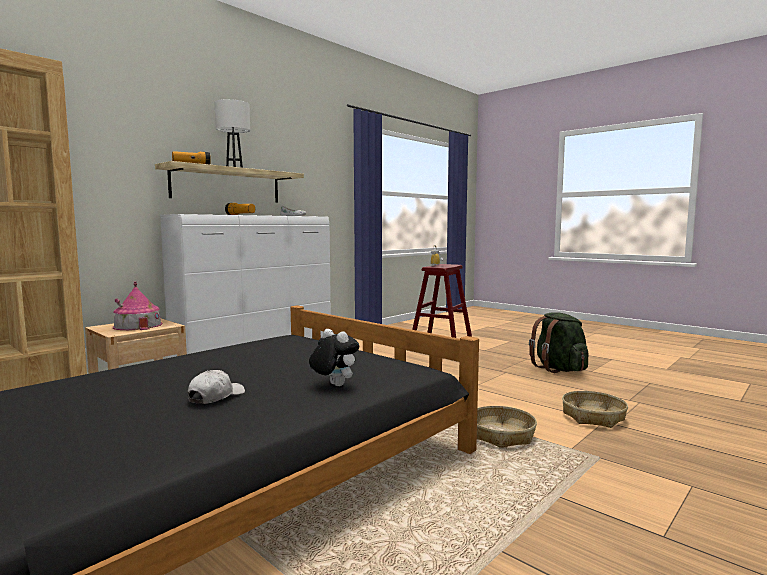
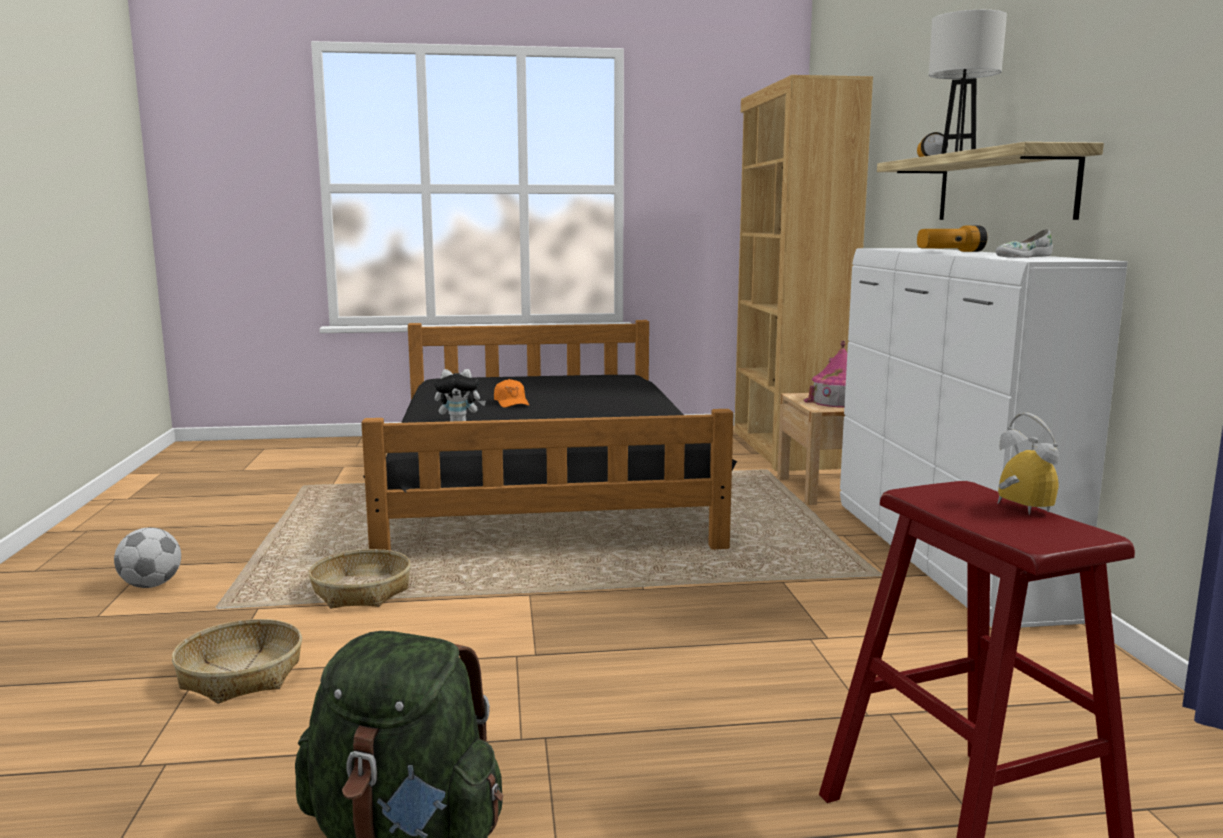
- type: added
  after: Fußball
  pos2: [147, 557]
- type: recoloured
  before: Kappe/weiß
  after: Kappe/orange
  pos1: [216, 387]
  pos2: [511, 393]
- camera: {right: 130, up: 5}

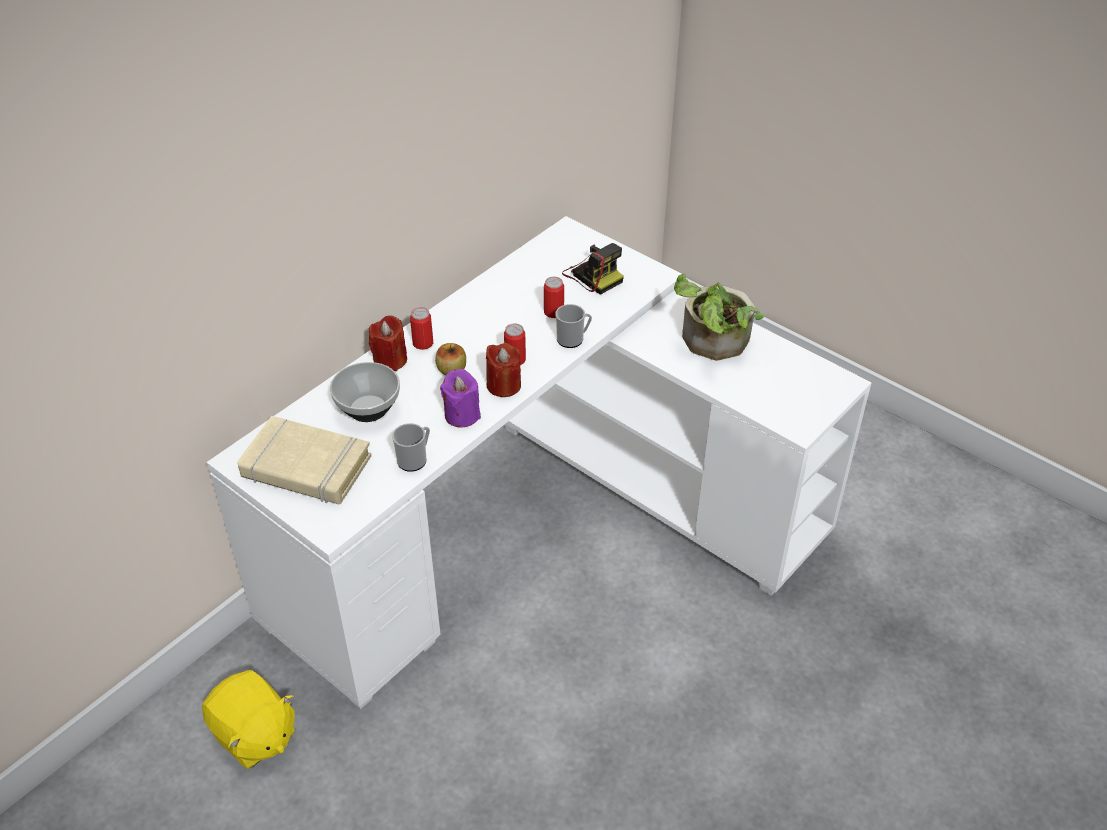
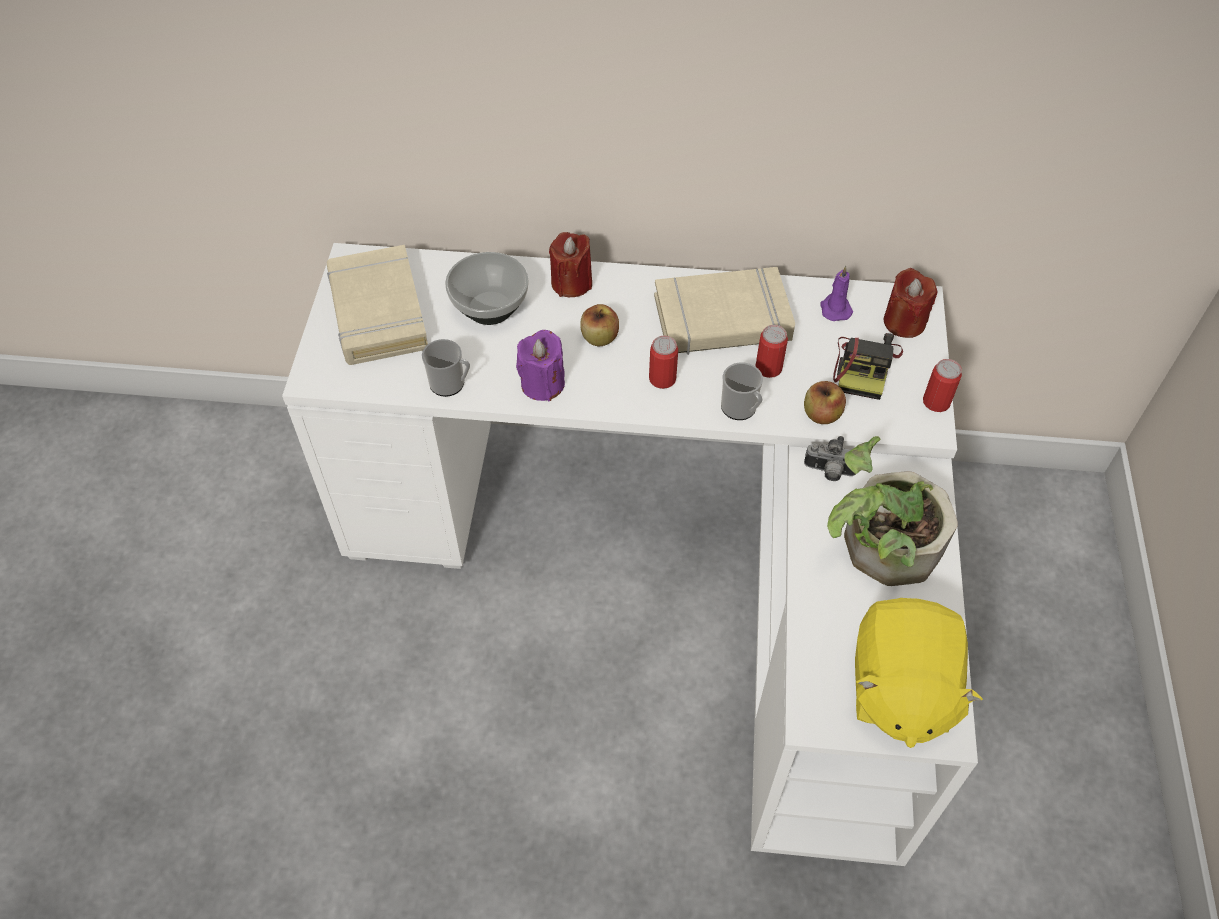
- type: added
  after: Buch/beige
  pos2: [724, 311]
- type: added
  after: Apfel
  pos2: [825, 402]
- type: added
  after: Kamera
  pos2: [829, 458]
- type: added
  after: Kerze/lila
  pos2: [836, 293]
- type: moved
  before: Plüschtier/gelb
  pos1: [248, 719]
  pos2: [919, 673]
- type: moved
  before: Dose
  pos1: [421, 328]
  pos2: [942, 385]
- type: moved
  before: Kerze/rot
  pos1: [503, 370]
  pos2: [910, 303]
- camera: {right: 55, up: 10}

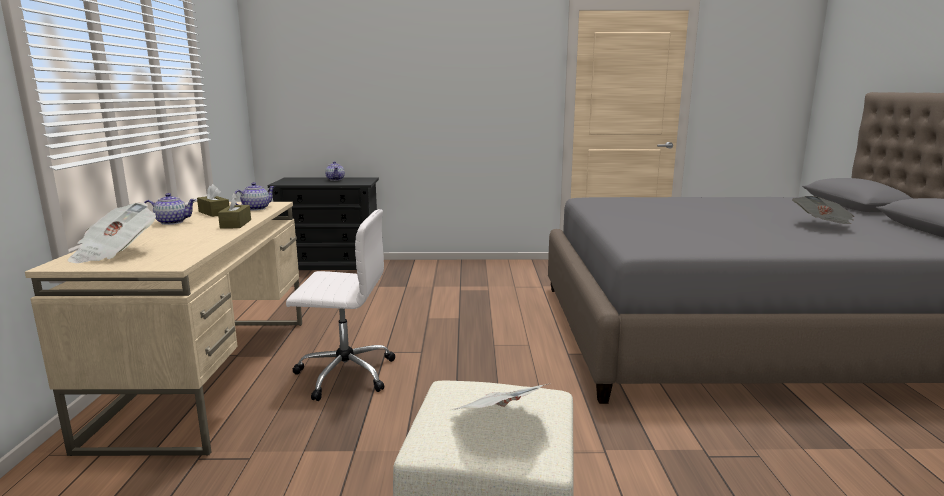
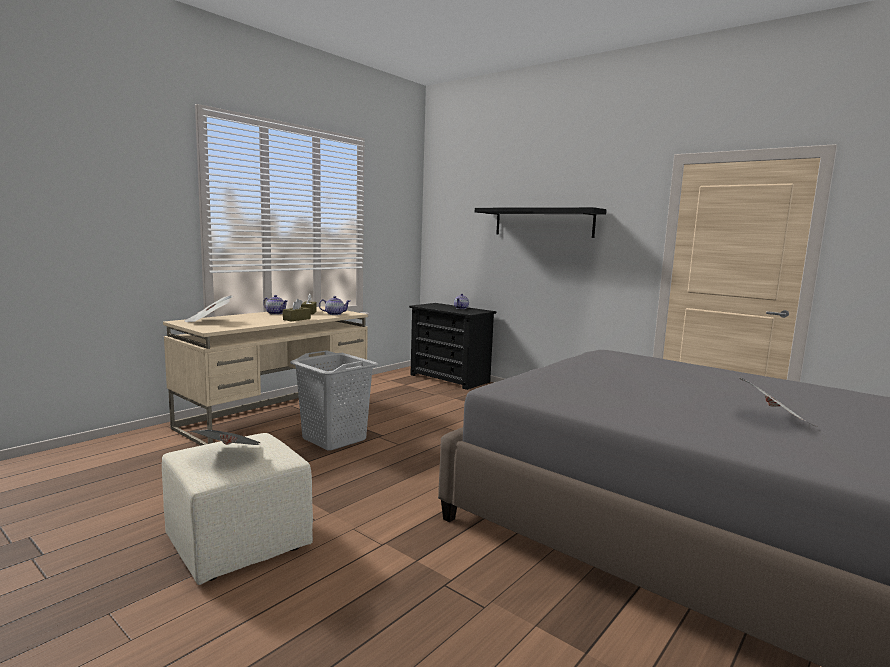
- type: added
  after: Wandregal/schwarz
  pos2: [541, 222]
- type: replaced
  before: Bürostuhl/weiß
  after: Wäschekorb/grau
  pos1: [340, 305]
  pos2: [334, 400]
- camera: {right: 40, up: -5}

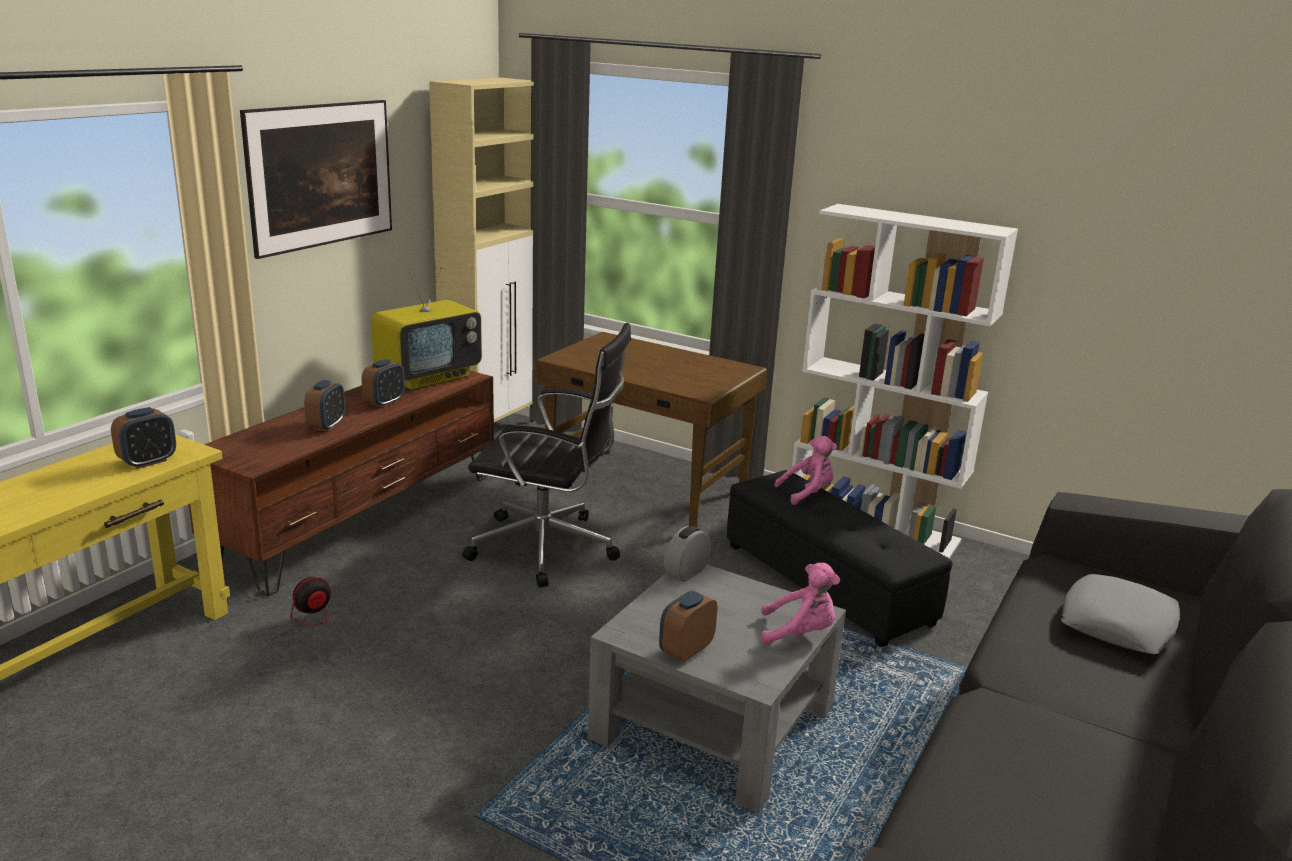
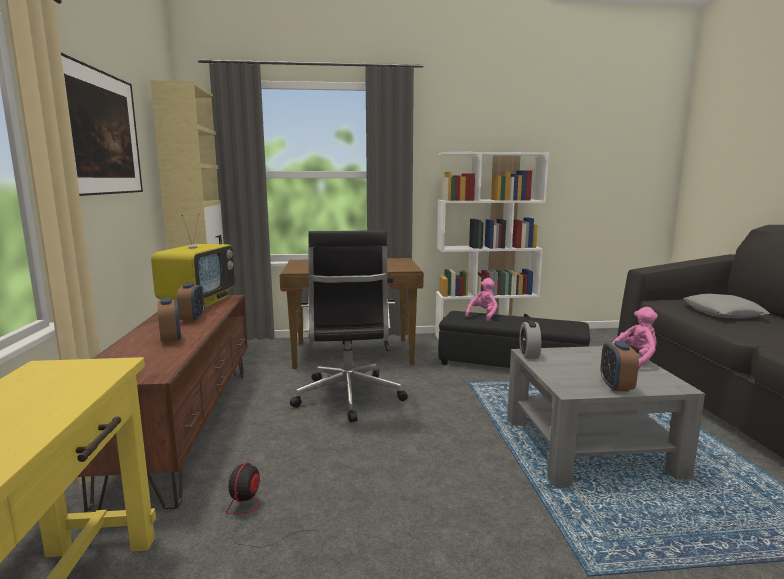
- type: removed
  before: Wecker
  pos1: [143, 438]
- type: turned
  before: Bürostuhl/schwarz
  pos1: [546, 455]
  pos2: [349, 326]
  turn: 105
- camera: {right: -35, up: -10}

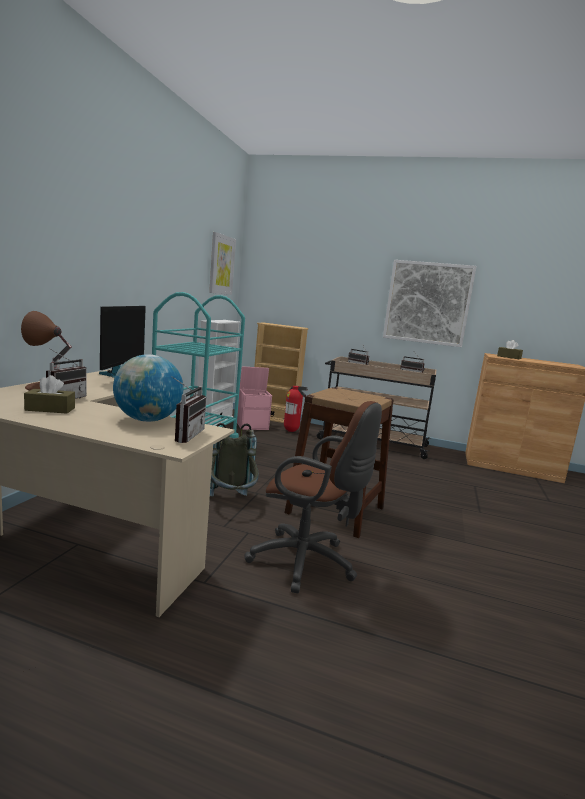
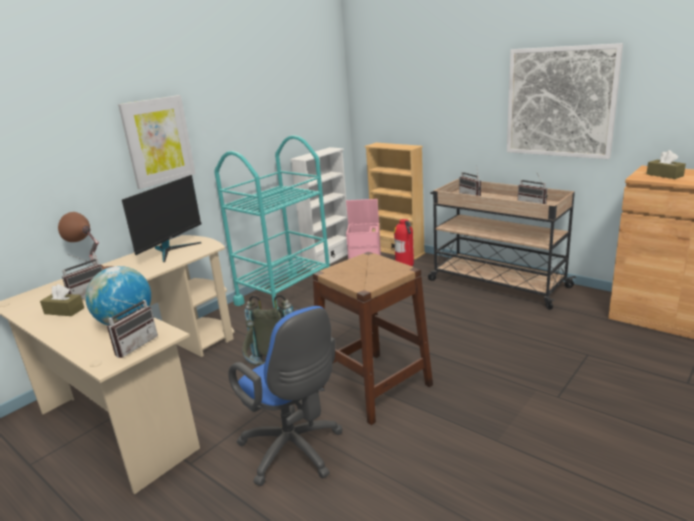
- type: moved
  before: Bild
  pos1: [222, 263]
  pos2: [157, 142]
- type: recoloured
  before: Bürostuhl/braun
  after: Bürostuhl/blau
  pos1: [313, 497]
  pos2: [285, 396]
- camera: {right: 25, up: 10}

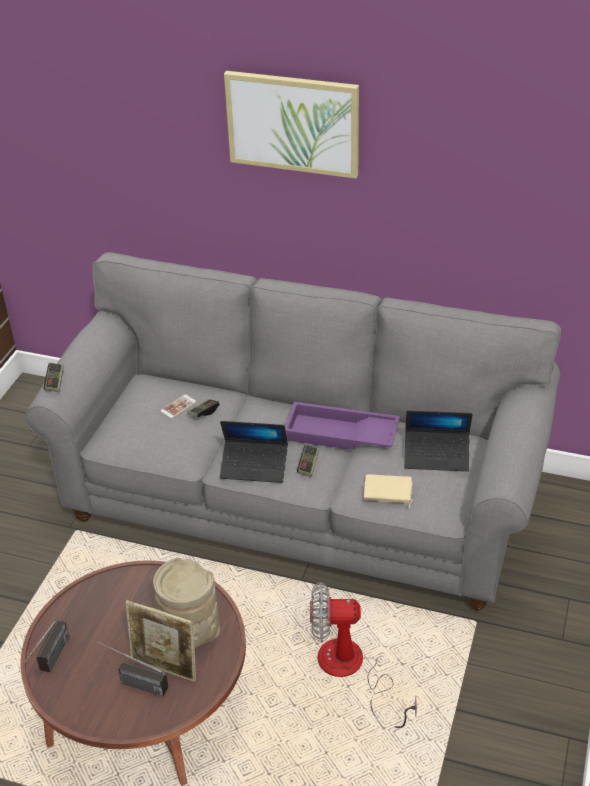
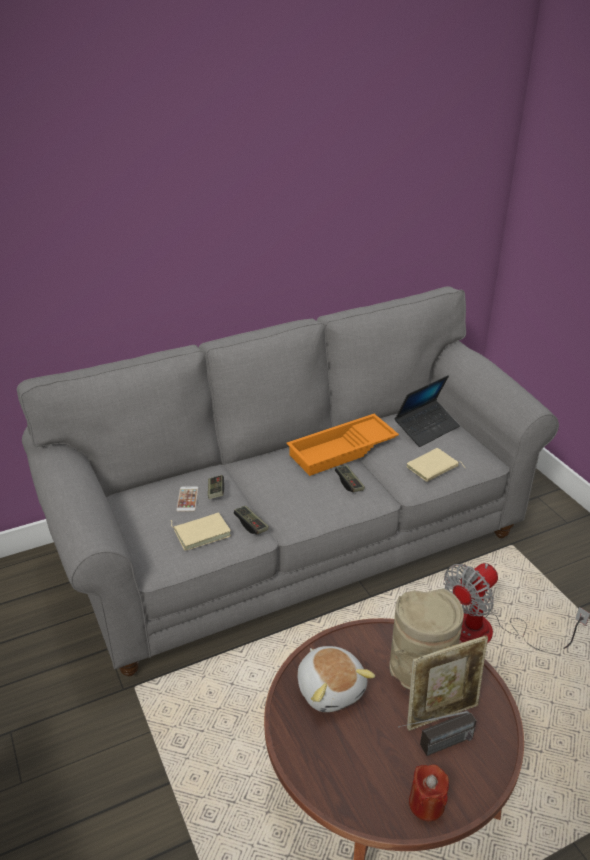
- type: removed
  before: Radio
  pos1: [46, 646]
- type: removed
  before: Laptop
  pos1: [254, 452]
- type: removed
  before: Bild
  pos1: [291, 125]
- type: added
  after: Buch/beige
  pos2: [201, 531]
- type: added
  after: Plüschtier
  pos2: [336, 679]
- type: added
  after: Kerze/rot
  pos2: [429, 792]
- type: moved
  before: Gamepad
  pos1: [54, 377]
  pos2: [251, 520]
- type: recoloured
  before: Tablett/lila
  after: Tablett/orange
  pos1: [342, 426]
  pos2: [342, 445]
- camera: {right: -45, up: -5}

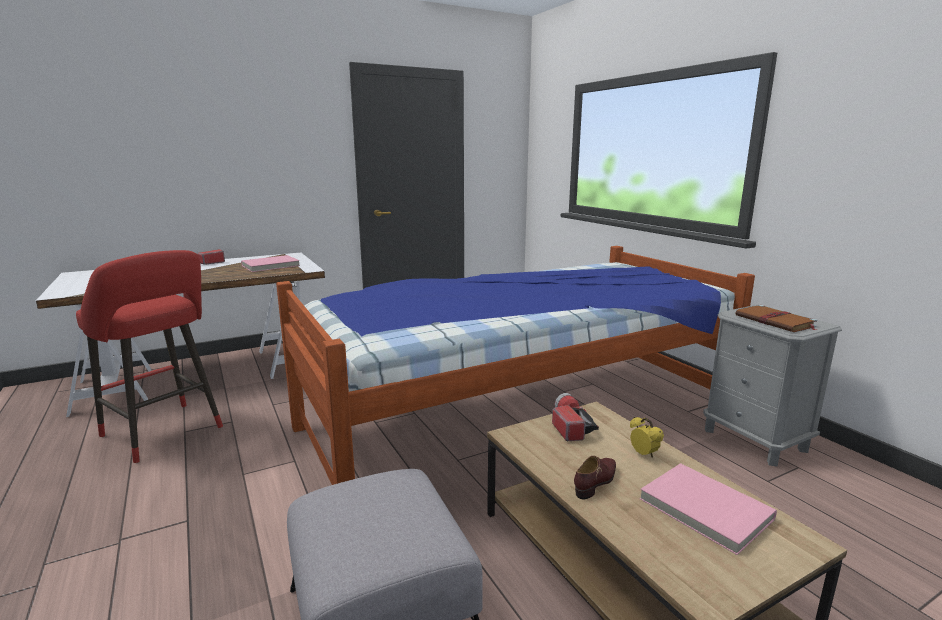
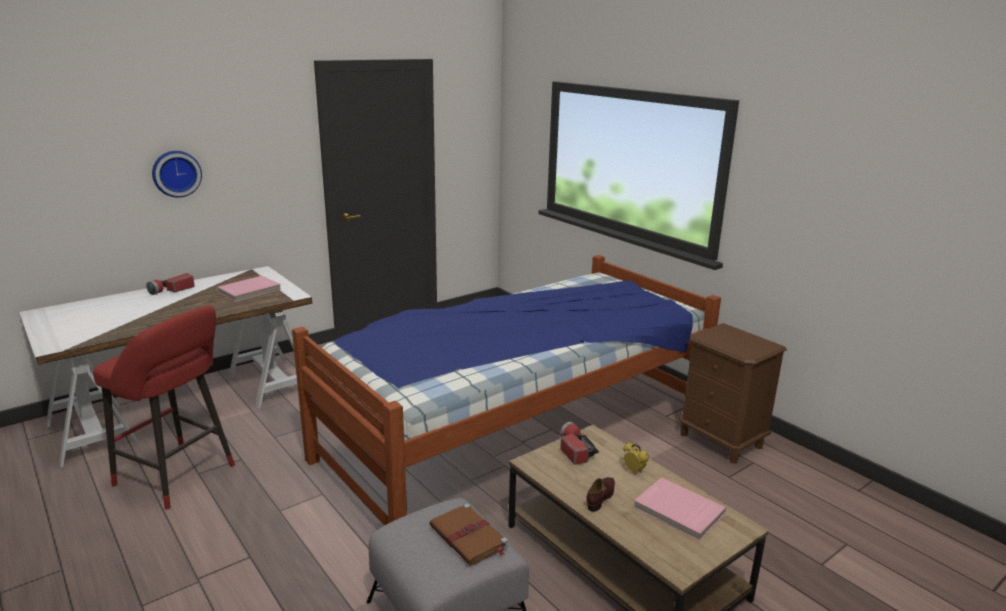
- type: added
  after: Wanduhr
  pos2: [177, 174]
- type: moved
  before: Buch/braun
  pos1: [776, 318]
  pos2: [468, 534]
- type: recoloured
  before: Nachttisch/grau
  after: Nachttisch/braun
  pos1: [772, 385]
  pos2: [733, 393]
- camera: {right: -10, up: 5}

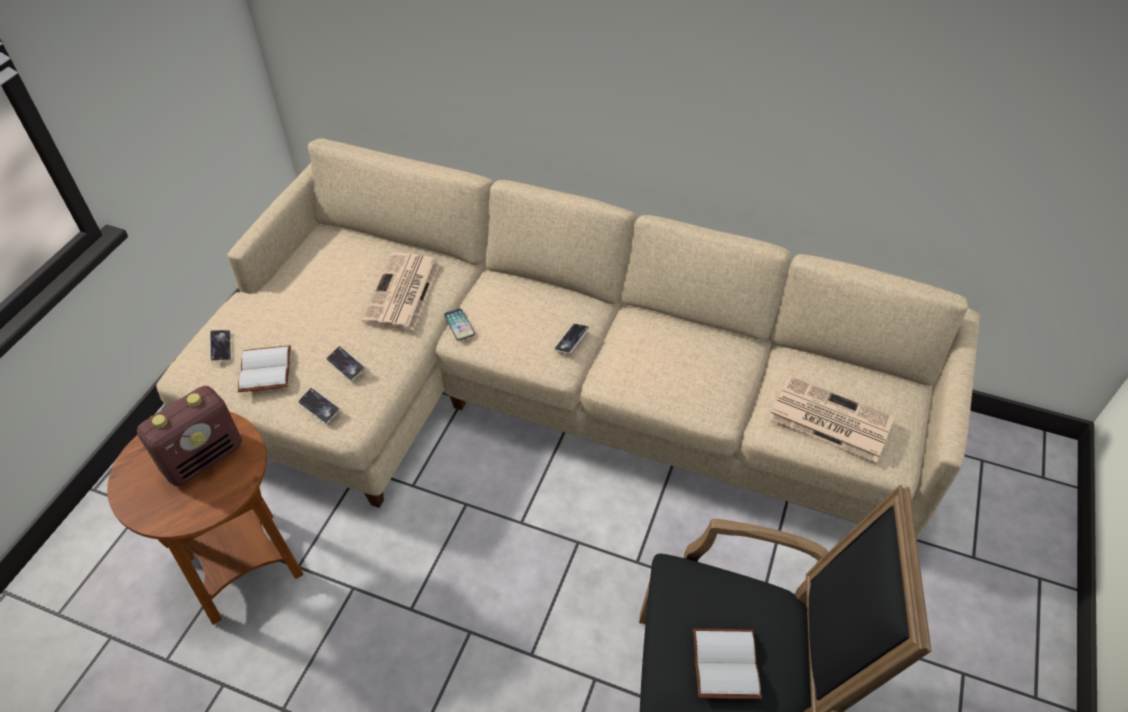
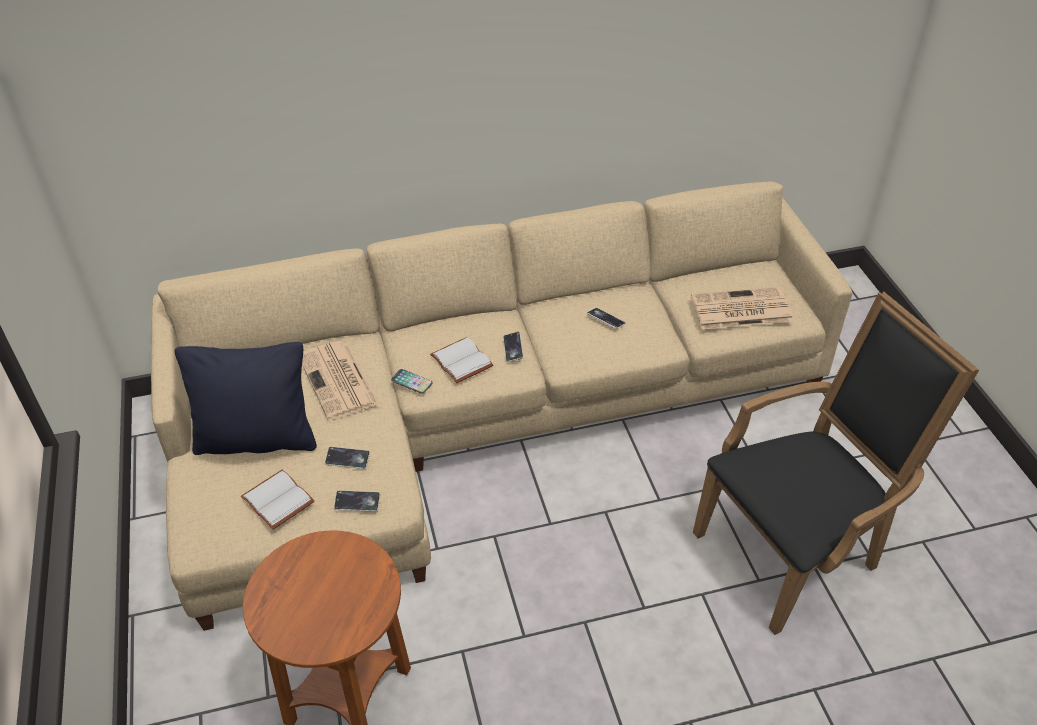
- type: removed
  before: Radio
  pos1: [189, 436]
- type: added
  after: Kissen/schwarz
  pos2: [246, 398]
- type: moved
  before: Handy
  pos1: [220, 345]
  pos2: [606, 318]
- type: moved
  before: Buch/weiß
  pos1: [727, 664]
  pos2: [461, 360]
- camera: {right: -35, up: -5}

